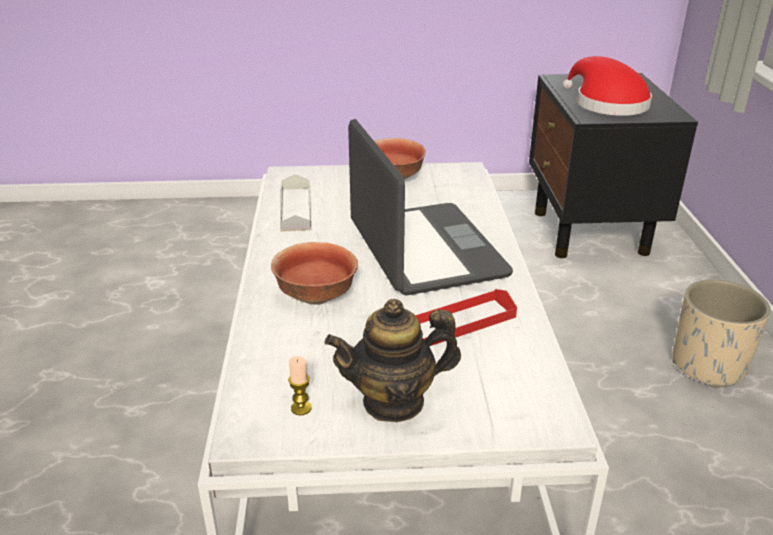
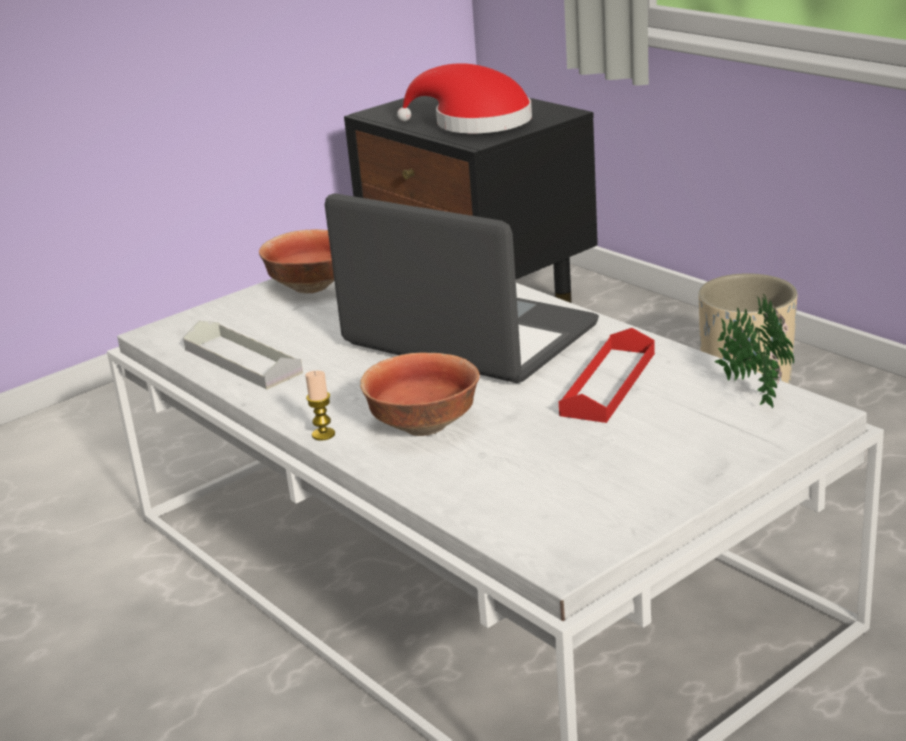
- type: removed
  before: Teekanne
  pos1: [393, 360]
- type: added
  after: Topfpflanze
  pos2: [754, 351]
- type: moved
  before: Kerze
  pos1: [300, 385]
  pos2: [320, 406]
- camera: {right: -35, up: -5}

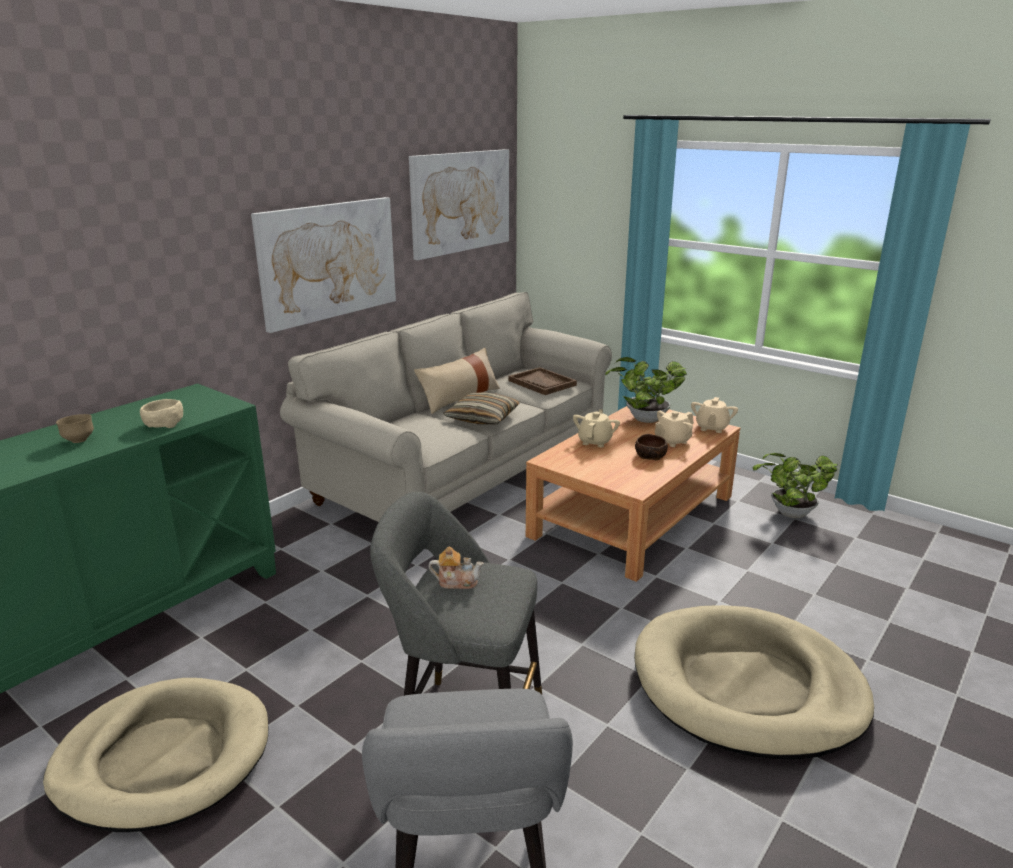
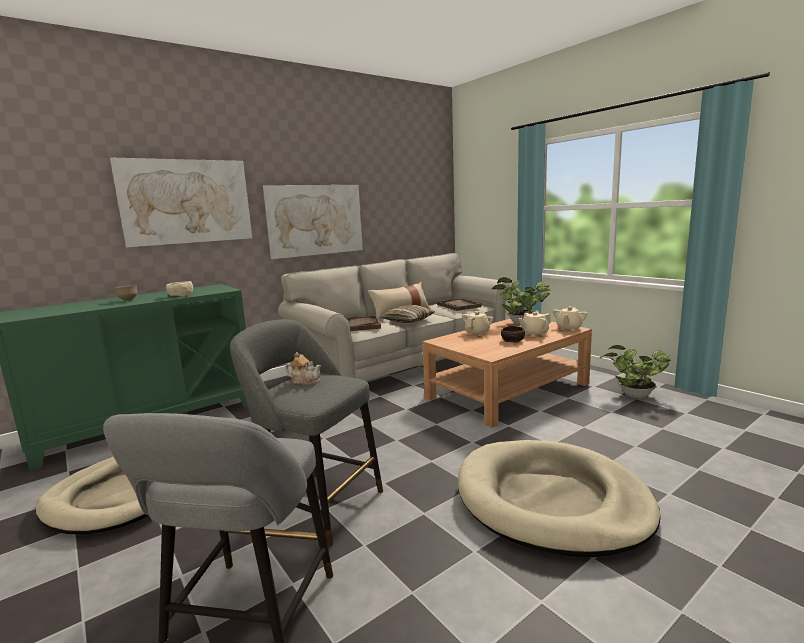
- type: added
  after: Tablett/braun
  pos2: [364, 323]
- type: moved
  before: Bild
  pos1: [459, 204]
  pos2: [181, 202]
- camera: {right: 15, up: -10}

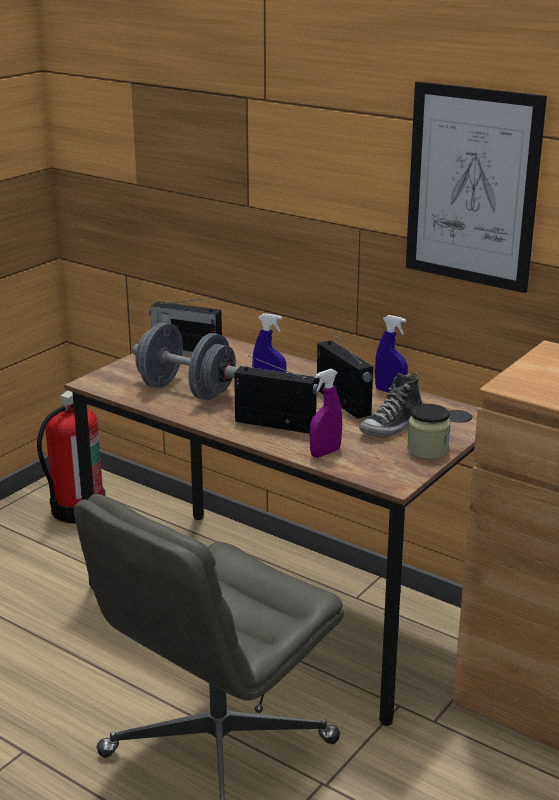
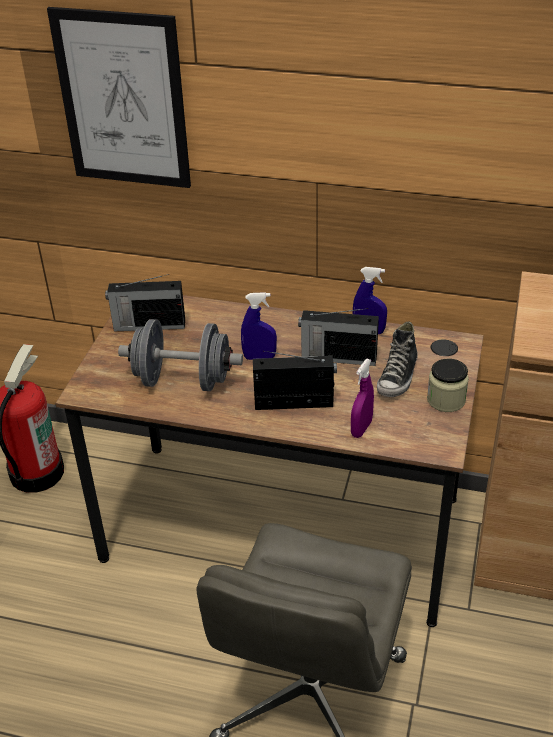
- type: moved
  before: Bild
  pos1: [476, 187]
  pos2: [119, 97]
- type: turned
  before: Radio
  pos1: [345, 375]
  pos2: [338, 337]
  turn: 150
- camera: {right: -20, up: 15}

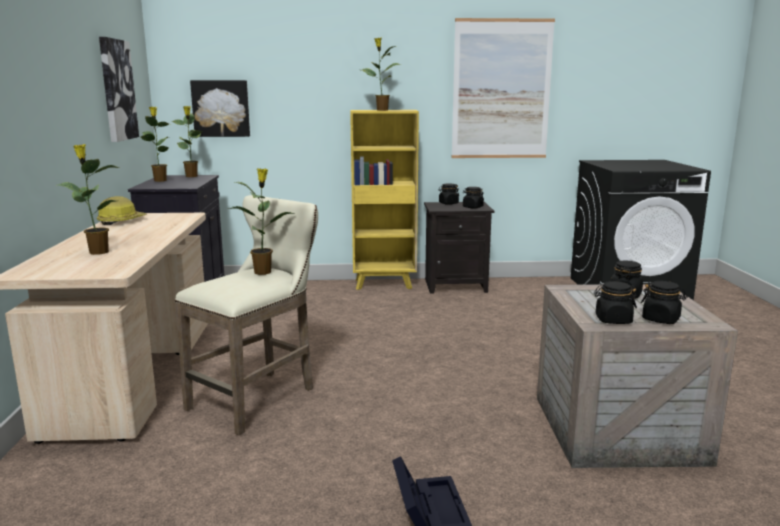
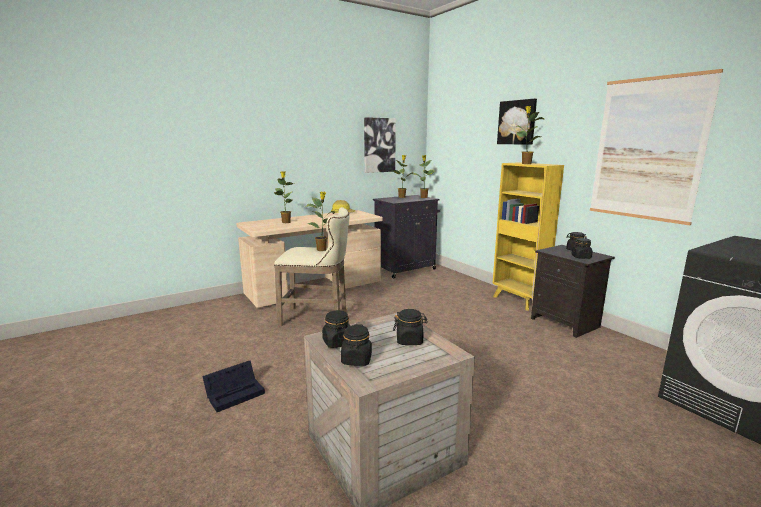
- type: moved
  before: Bild
  pos1: [220, 108]
  pos2: [517, 122]
- camera: {right: 60, up: 0}

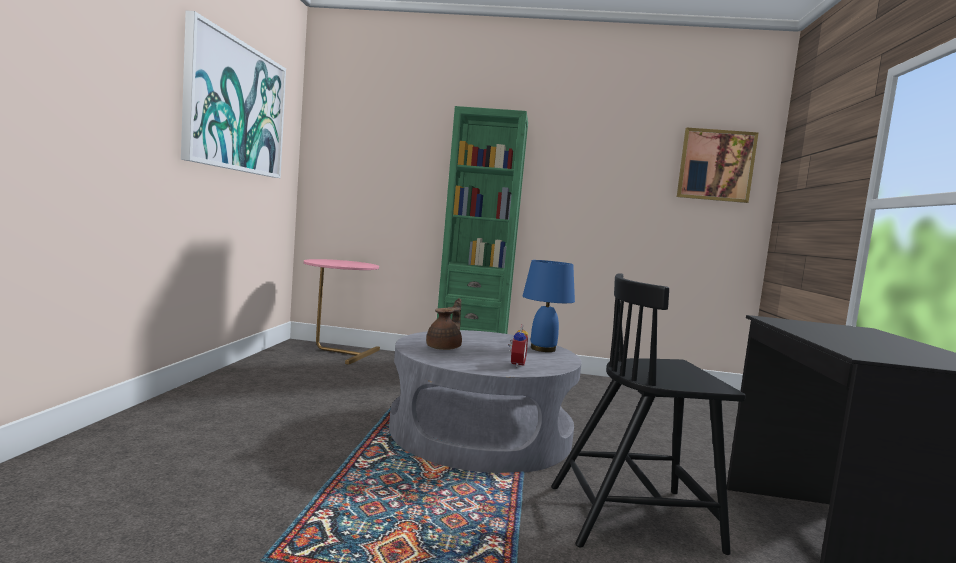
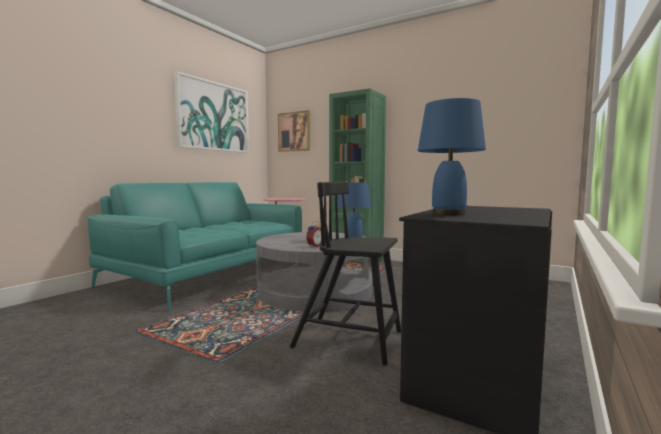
- type: removed
  before: Teekanne/braun
  pos1: [444, 324]
- type: added
  after: Sofa/türkis
  pos2: [194, 246]
- type: added
  after: Tischlampe/blau
  pos2: [452, 157]
- type: moved
  before: Bild
  pos1: [718, 165]
  pos2: [294, 131]
- camera: {right: 25, up: 0}

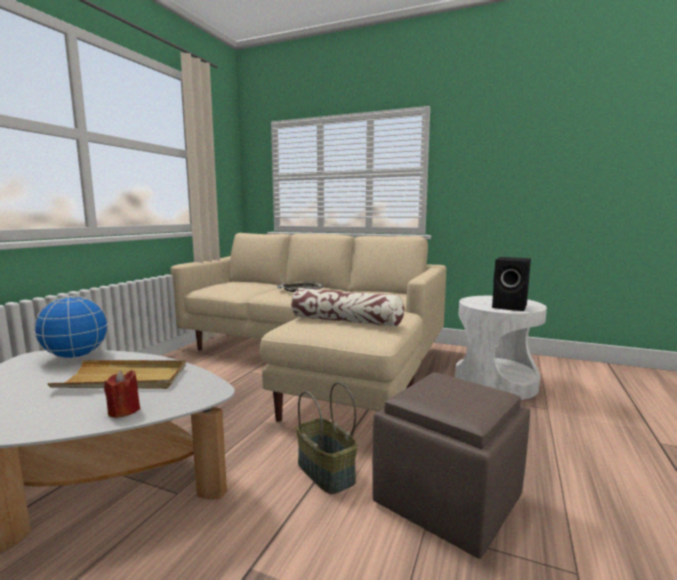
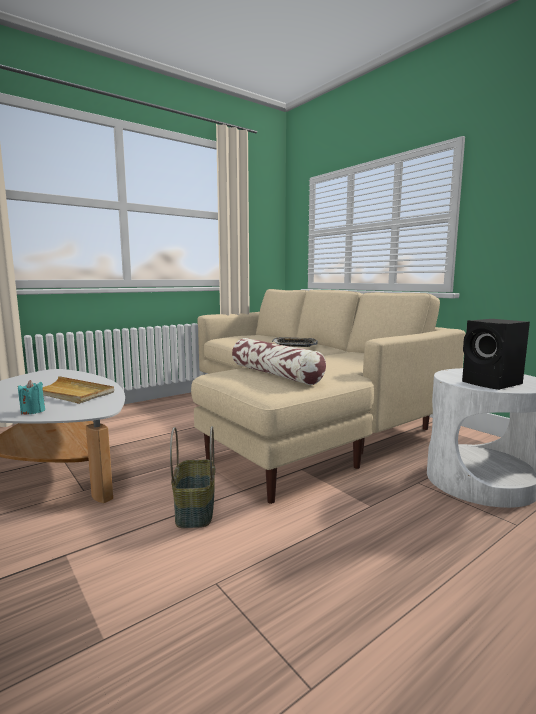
- type: removed
  before: Globus
  pos1: [71, 327]
- type: removed
  before: Polsterhocker/braun
  pos1: [451, 465]
- type: recoloured
  before: Kerze/rot
  after: Kerze/türkis
  pos1: [122, 394]
  pos2: [31, 397]
- camera: {right: 30, up: 0}

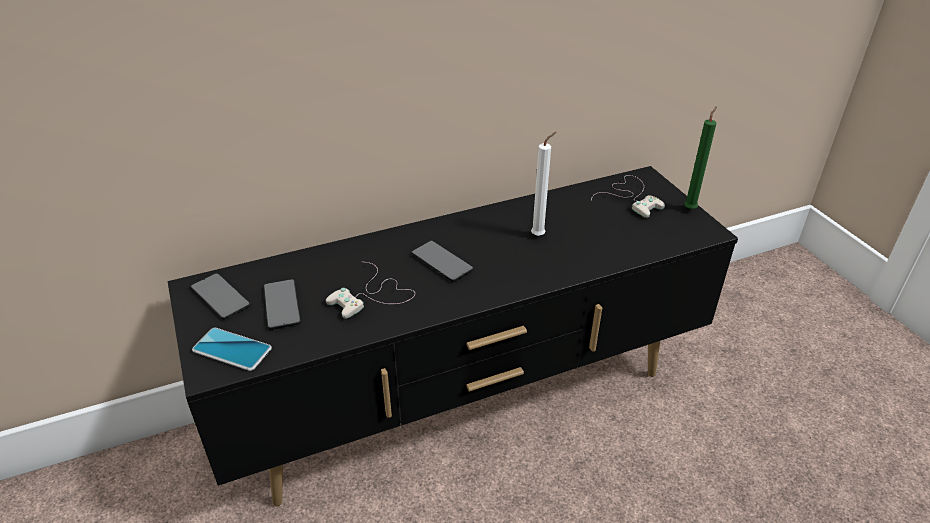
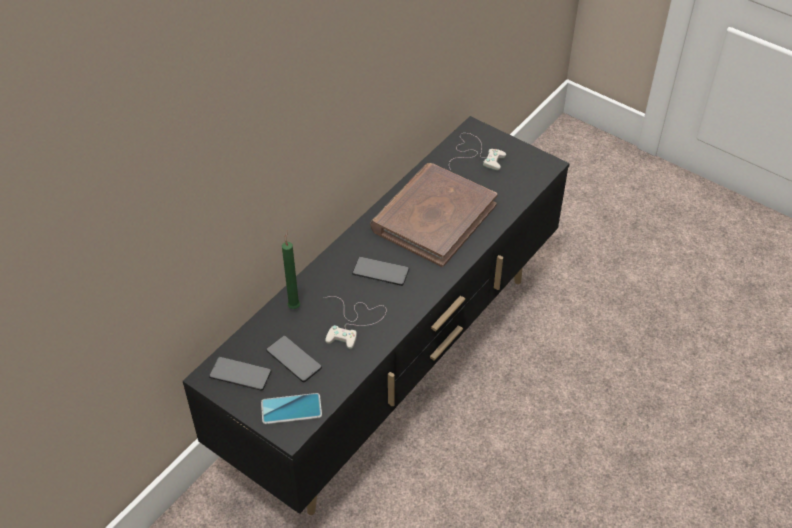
- type: moved
  before: Kerze/grün
  pos1: [700, 158]
  pos2: [291, 269]
- type: replaced
  before: Kerze/weiß
  after: Buch/braun
  pos1: [543, 184]
  pos2: [434, 215]
- camera: {right: -30, up: 10}

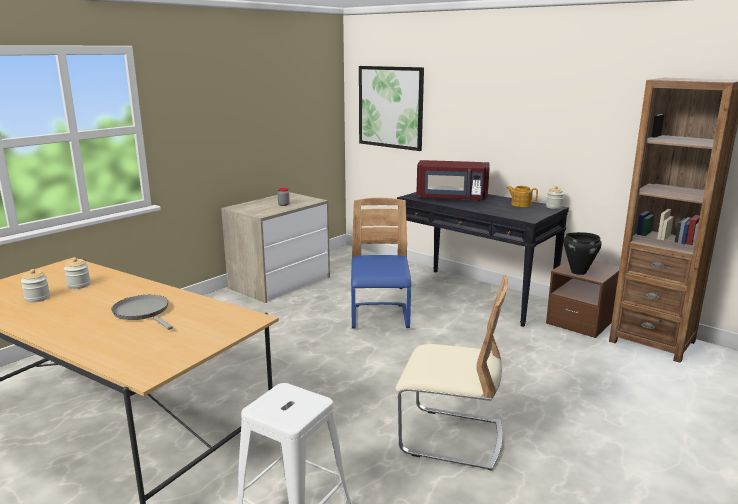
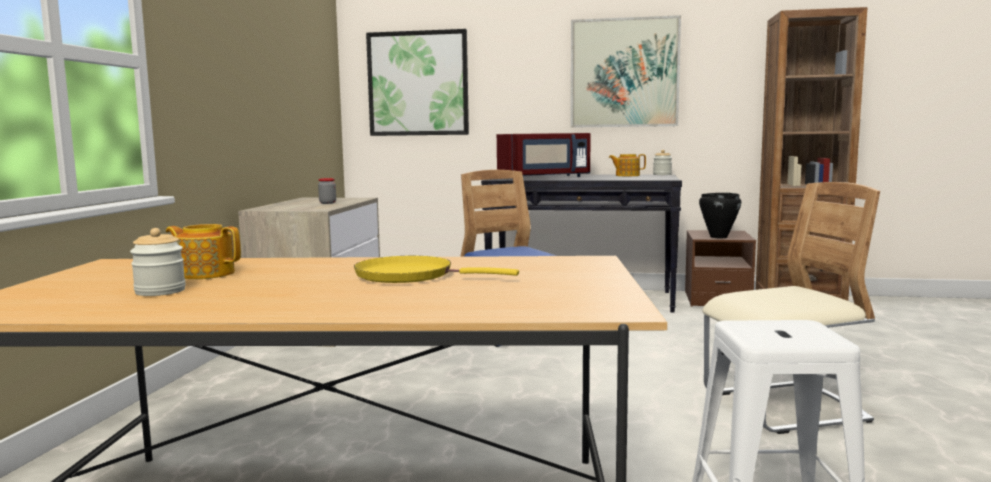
- type: added
  after: Bild
  pos2: [626, 71]
- type: replaced
  before: Vorratsglas
  after: Teekanne
  pos1: [77, 273]
  pos2: [203, 251]
- type: recoloured
  before: Pfanne/grau
  after: Pfanne/gelb
  pos1: [142, 312]
  pos2: [436, 269]
- camera: {right: -30, up: -10}

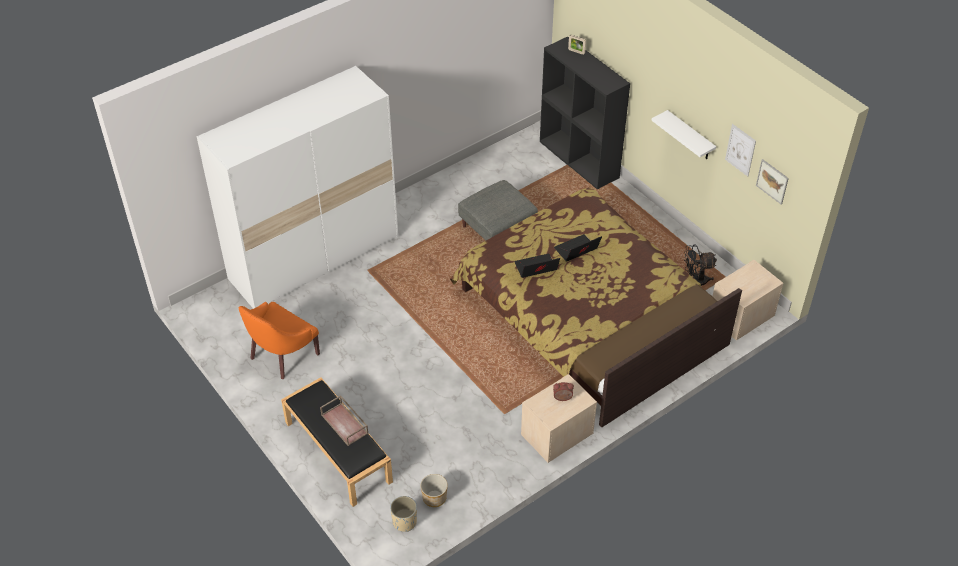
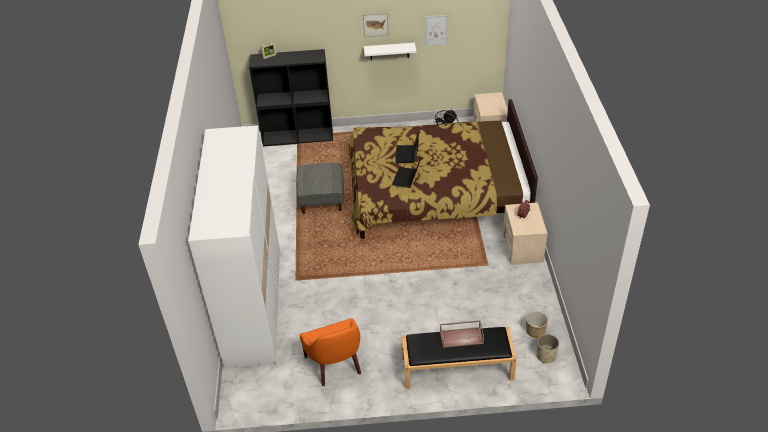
- type: moved
  before: Bild
  pos1: [772, 182]
  pos2: [376, 25]
- camera: {right: -55, up: -5}

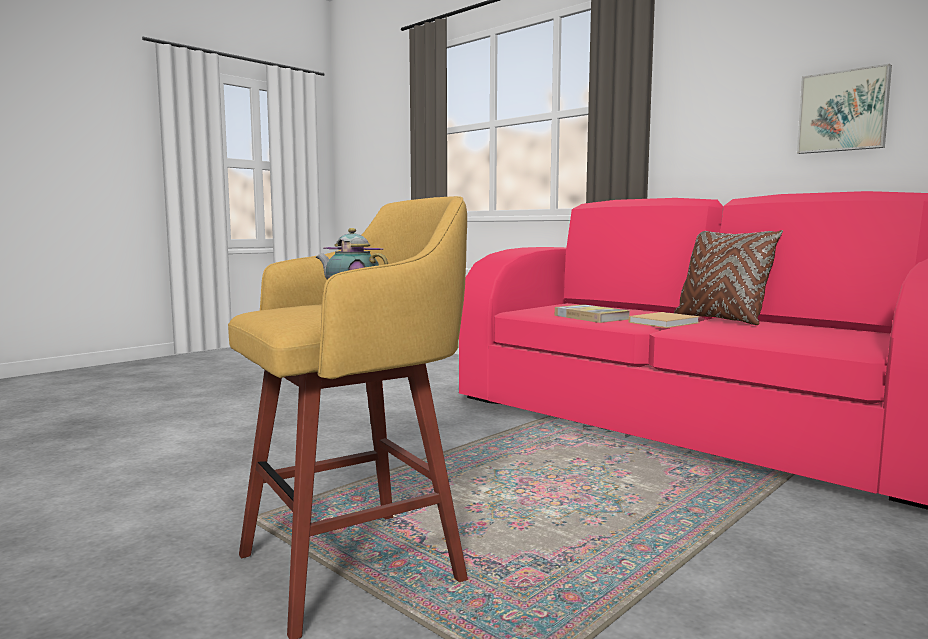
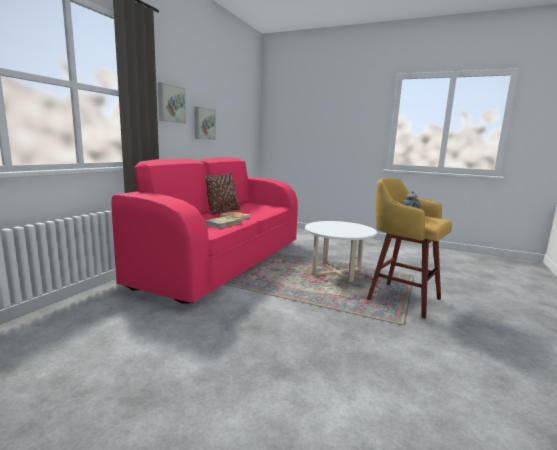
- type: added
  after: Bild
  pos2: [172, 102]
- type: added
  after: Couchtisch/weiß
  pos2: [341, 251]
- camera: {right: -110, up: 5}

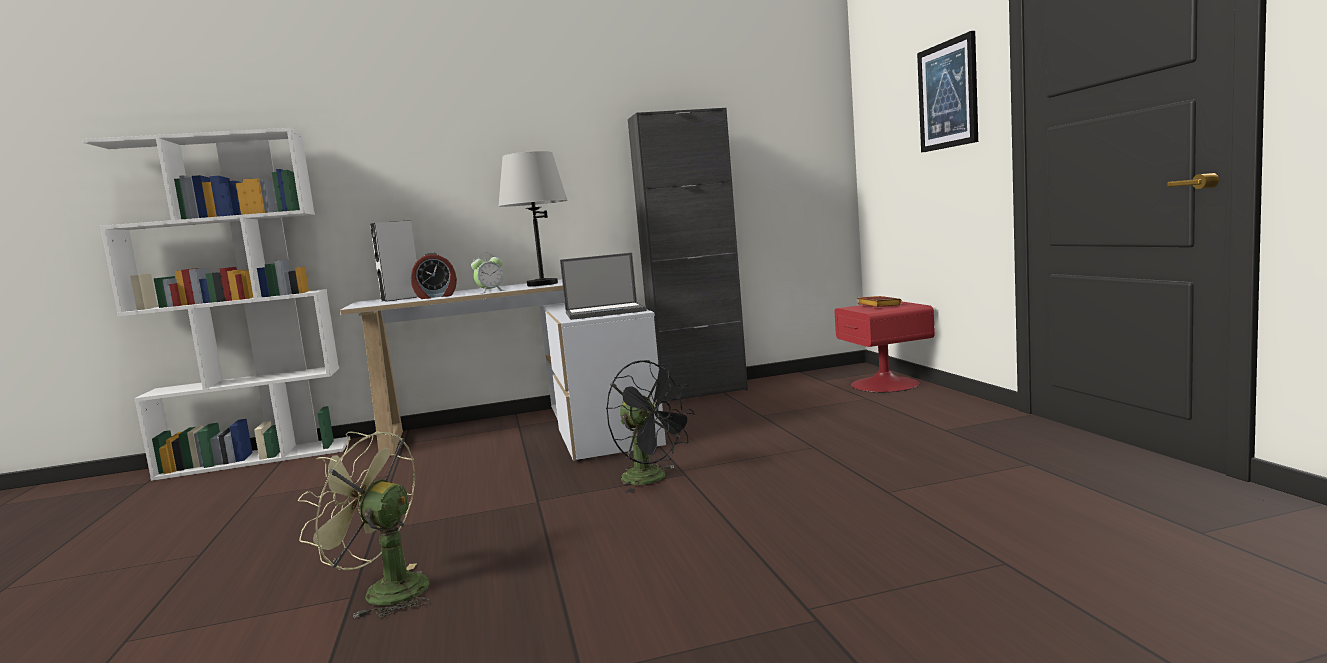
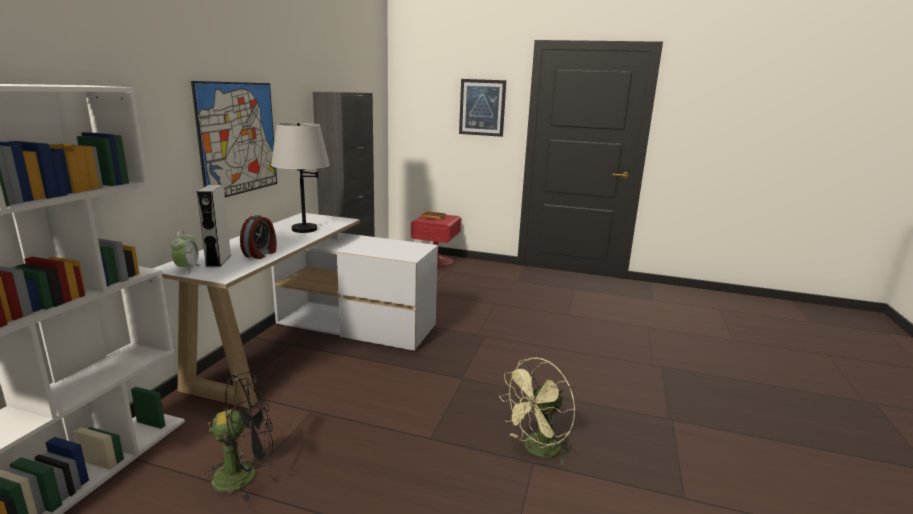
- type: removed
  before: Laptop
  pos1: [603, 286]
- type: added
  after: Bild
  pos2: [234, 139]
- type: moved
  before: Wecker
  pos1: [488, 273]
  pos2: [185, 252]
- type: moved
  before: Ventilator/schwarz
  pos1: [650, 426]
  pos2: [236, 437]
- camera: {right: -60, up: 10}

